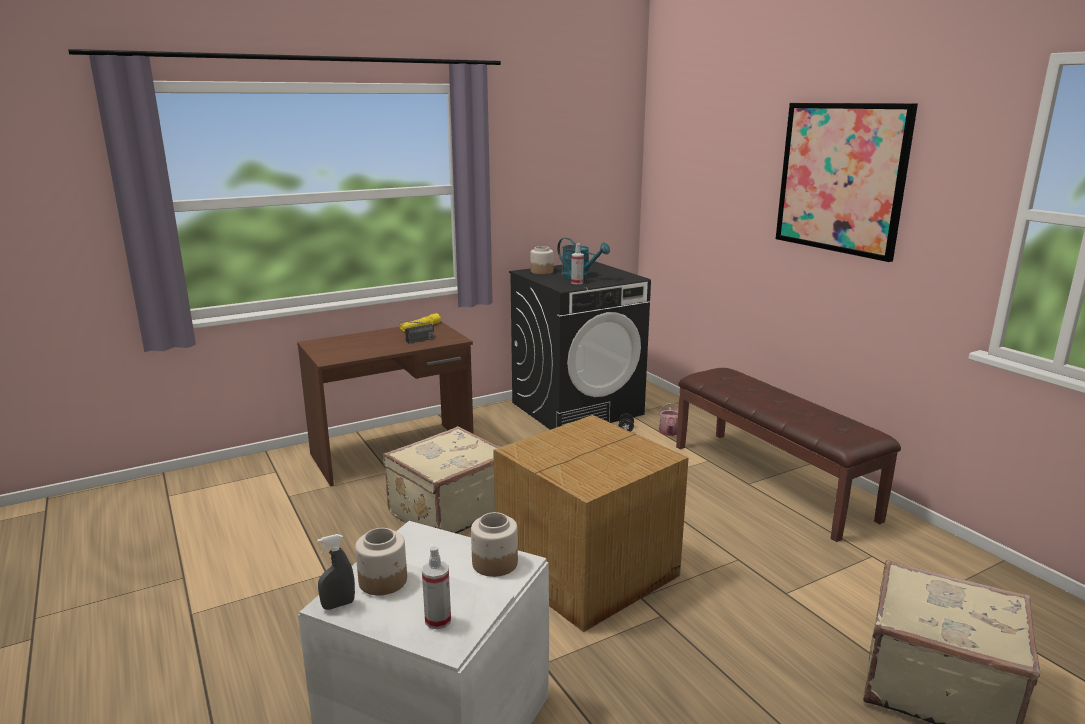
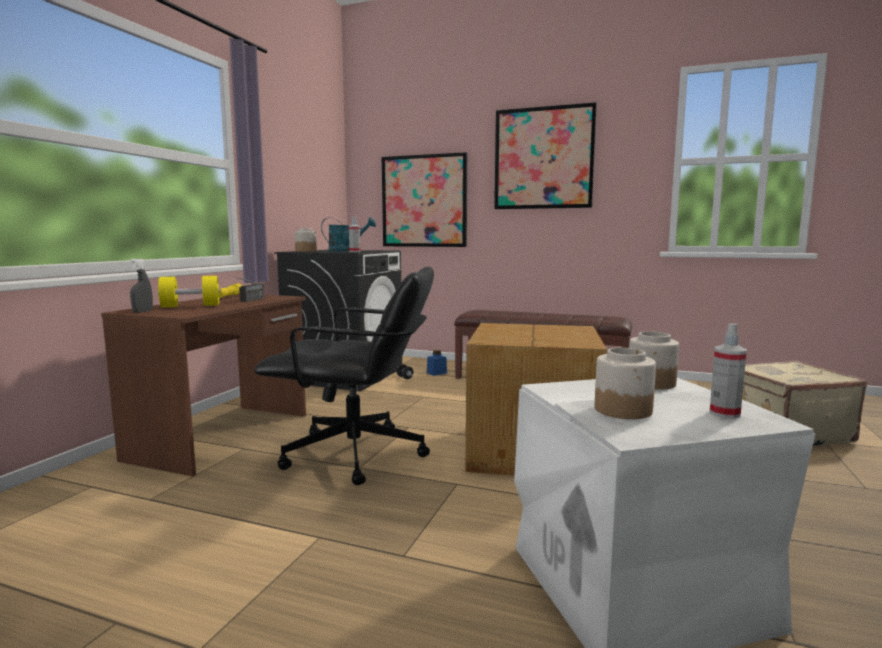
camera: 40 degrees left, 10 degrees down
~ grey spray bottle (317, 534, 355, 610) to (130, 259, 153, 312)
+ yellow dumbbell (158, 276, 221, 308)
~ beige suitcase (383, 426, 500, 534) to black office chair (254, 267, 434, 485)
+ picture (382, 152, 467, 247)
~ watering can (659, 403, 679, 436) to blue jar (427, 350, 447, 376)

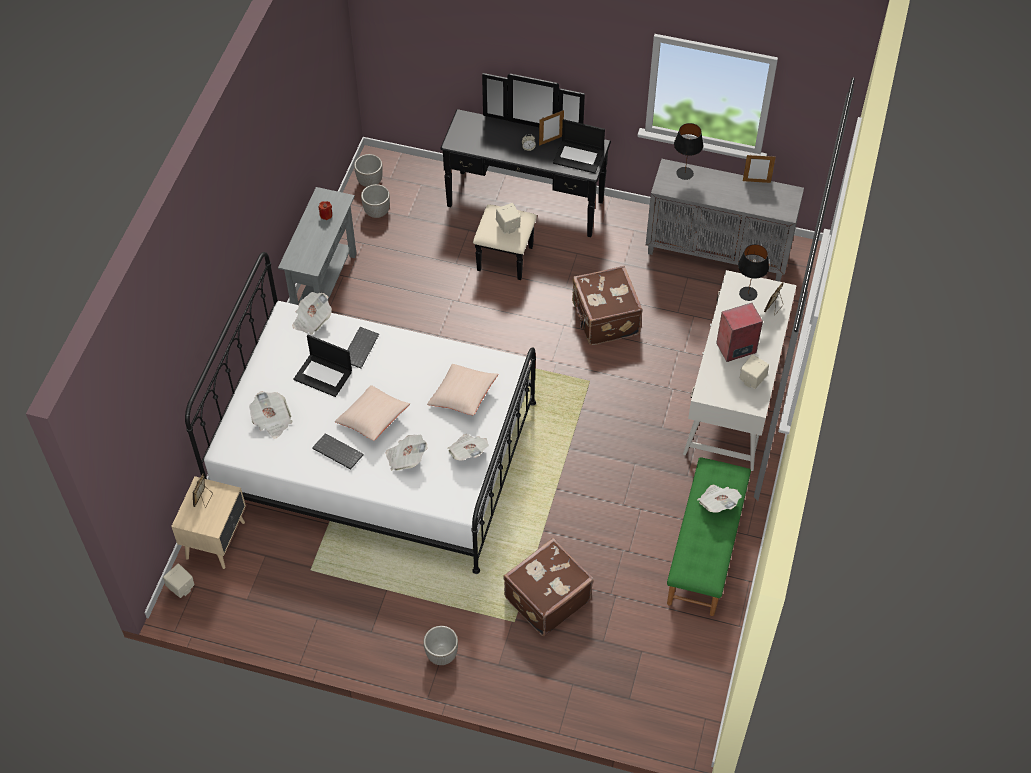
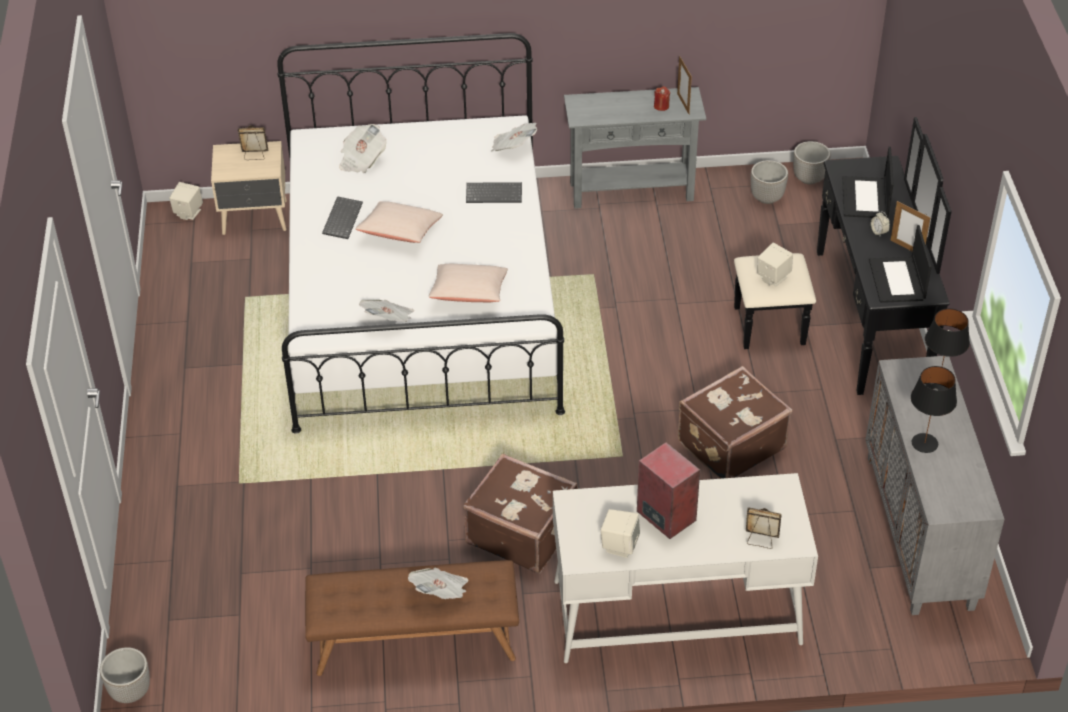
camera: 70 degrees right, 10 degrees down
~ planter (423, 626, 458, 665) to (100, 647, 150, 703)
~ green bench (667, 457, 751, 616) to brown bench (305, 560, 519, 676)
~ brown suitcase (504, 538, 594, 636) to (463, 453, 578, 573)
~ picture frame (743, 155, 776, 183) to (677, 56, 692, 114)
~ laptop (294, 335, 352, 397) to (842, 147, 894, 218)
~ black table lamp (738, 244, 769, 301) to (911, 366, 957, 453)
- newspaper (386, 434, 427, 471)

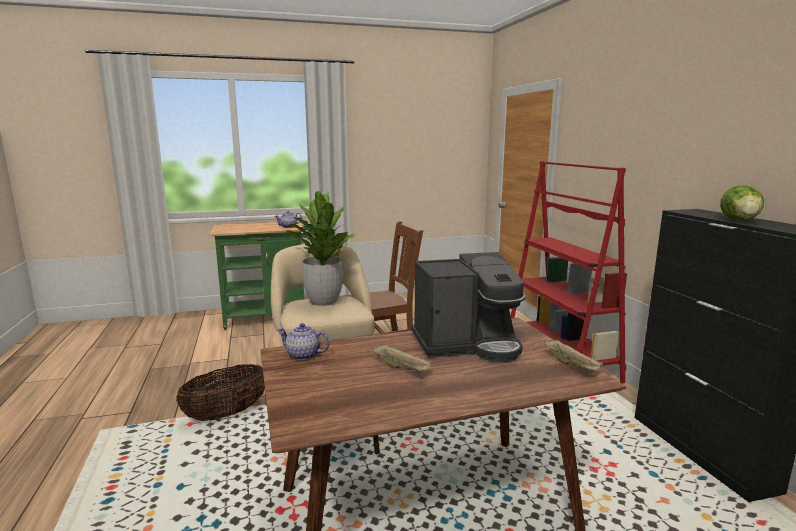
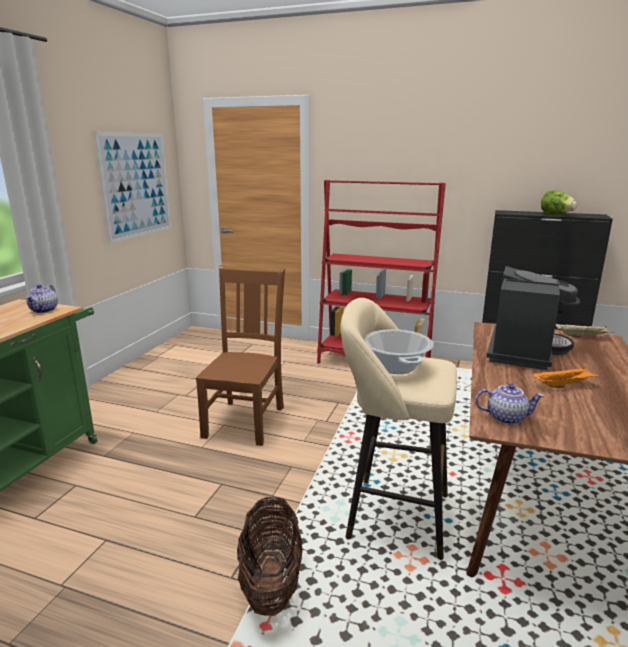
camera: 55 degrees left, 5 degrees up
+ picture (94, 132, 171, 244)
~ potted plant (286, 191, 355, 306) to cooking pot (364, 329, 434, 374)
~ teapot (277, 323, 330, 360) = (475, 384, 544, 424) 135 degrees counterclockwise
~ beige tray (372, 345, 432, 371) to orange tray (533, 366, 600, 388)

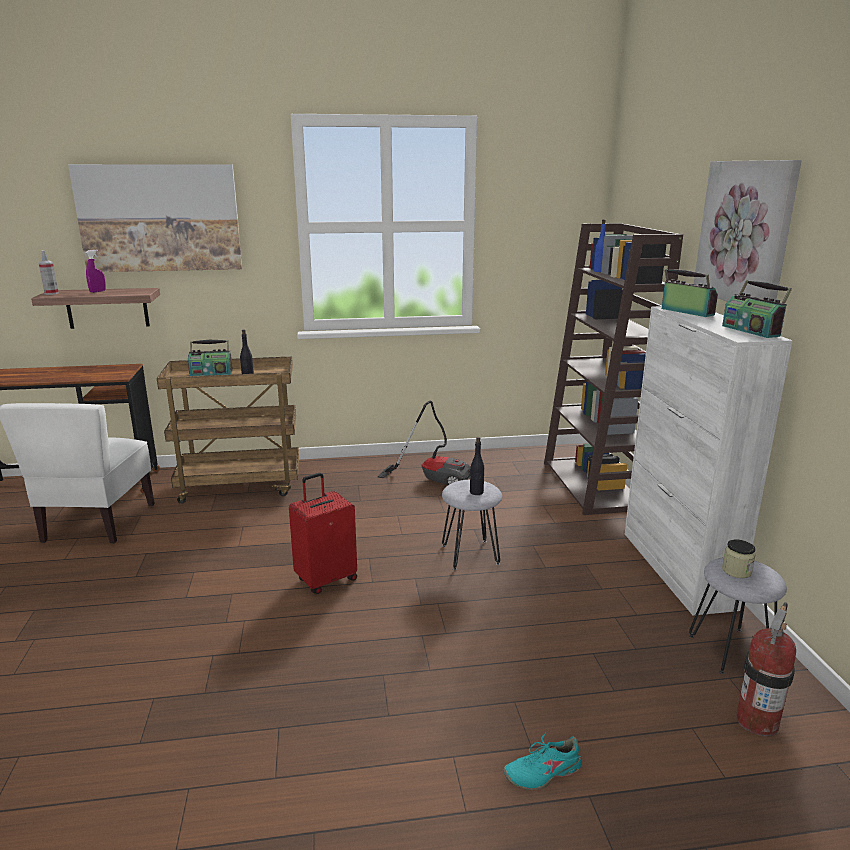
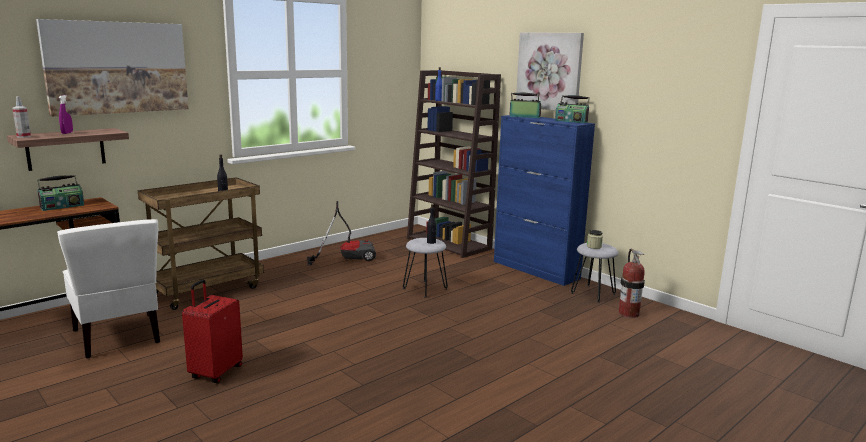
camera: 35 degrees left, 5 degrees down
~ radio (188, 340, 233, 376) to (37, 175, 84, 211)
~ red suitcase (289, 473, 357, 594) to (182, 279, 243, 383)
~ white cabinet (625, 306, 793, 616) to blue cabinet (494, 115, 595, 286)
- turquoise shoe (503, 733, 581, 790)

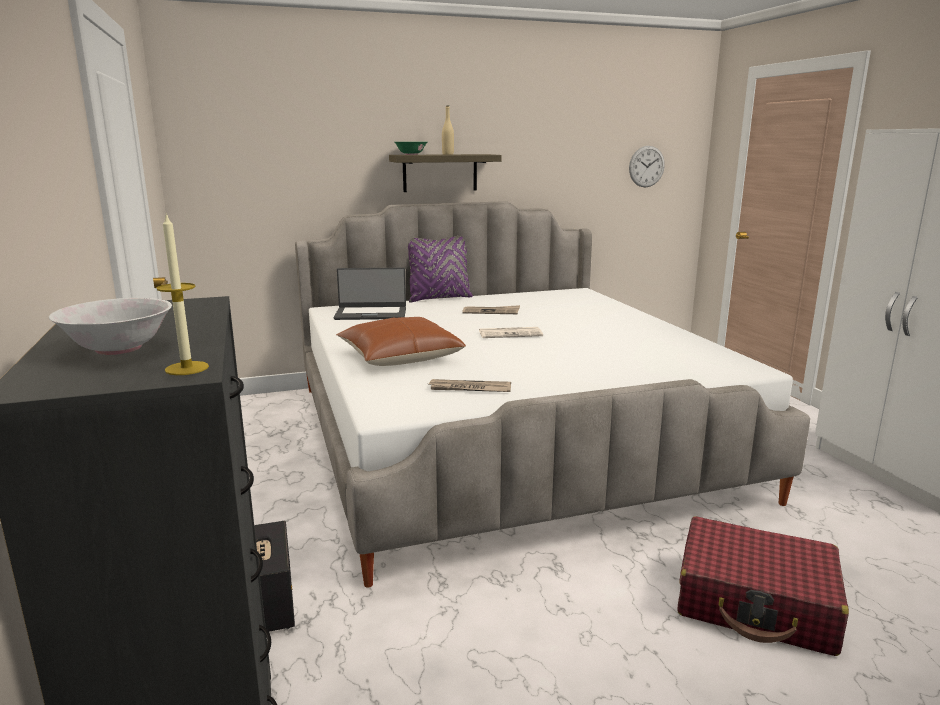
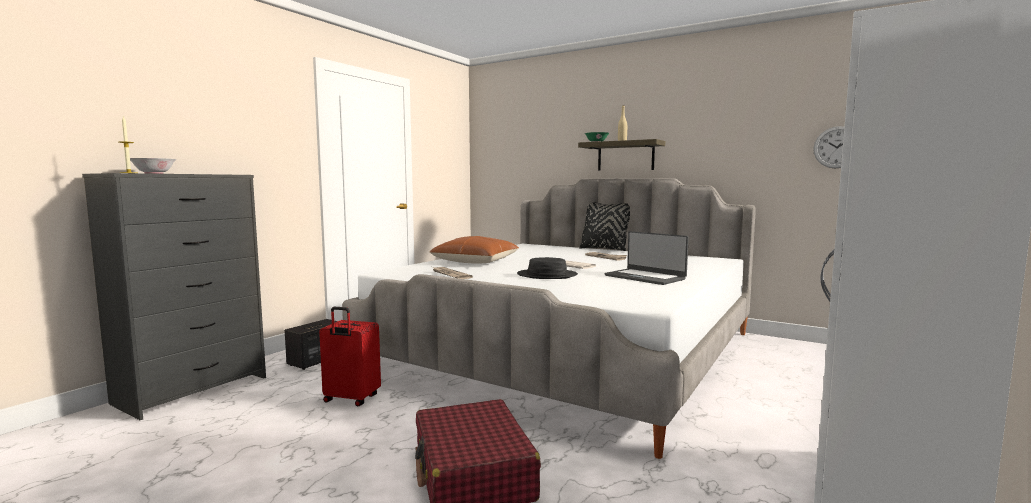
camera: 50 degrees right, 10 degrees down
+ red suitcase (319, 307, 381, 406)
+ black hat (517, 257, 578, 279)
~ purple pillow (408, 236, 473, 302) to black pillow (579, 202, 630, 251)
~ laptop (334, 268, 406, 320) to (605, 231, 689, 285)

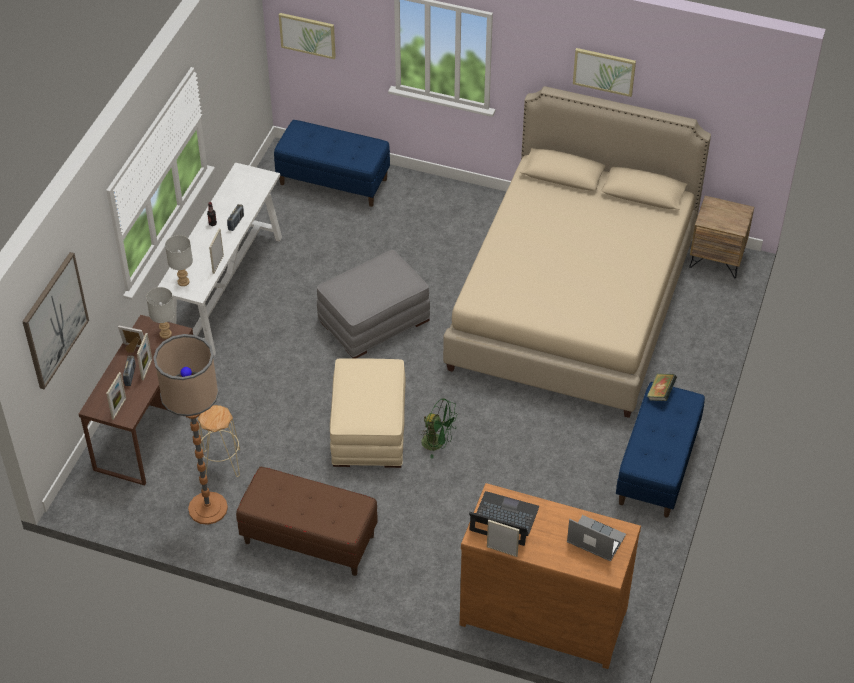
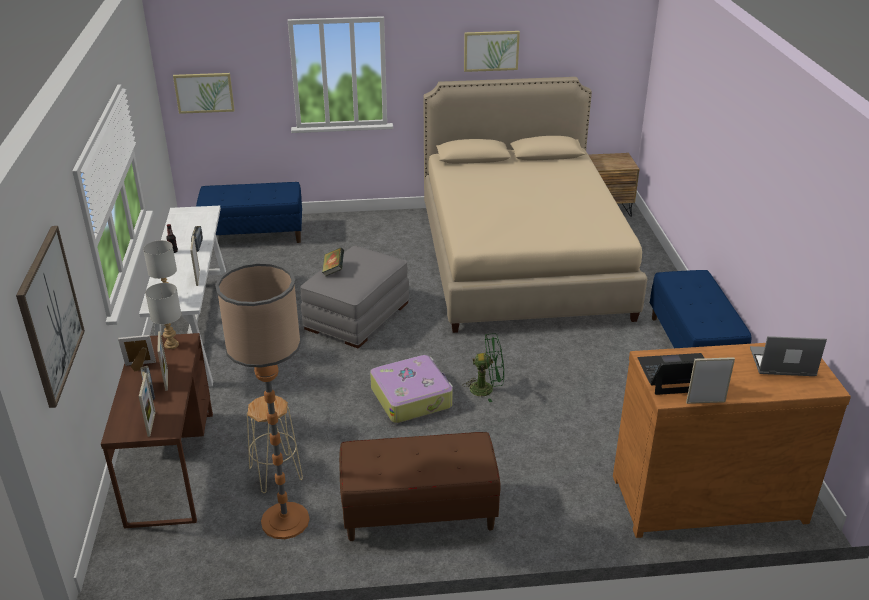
camera: 25 degrees left, 15 degrees down
~ book (647, 374, 677, 401) to (322, 248, 344, 277)
~ beige ottoman (330, 358, 406, 468) to suitcase (370, 355, 453, 423)

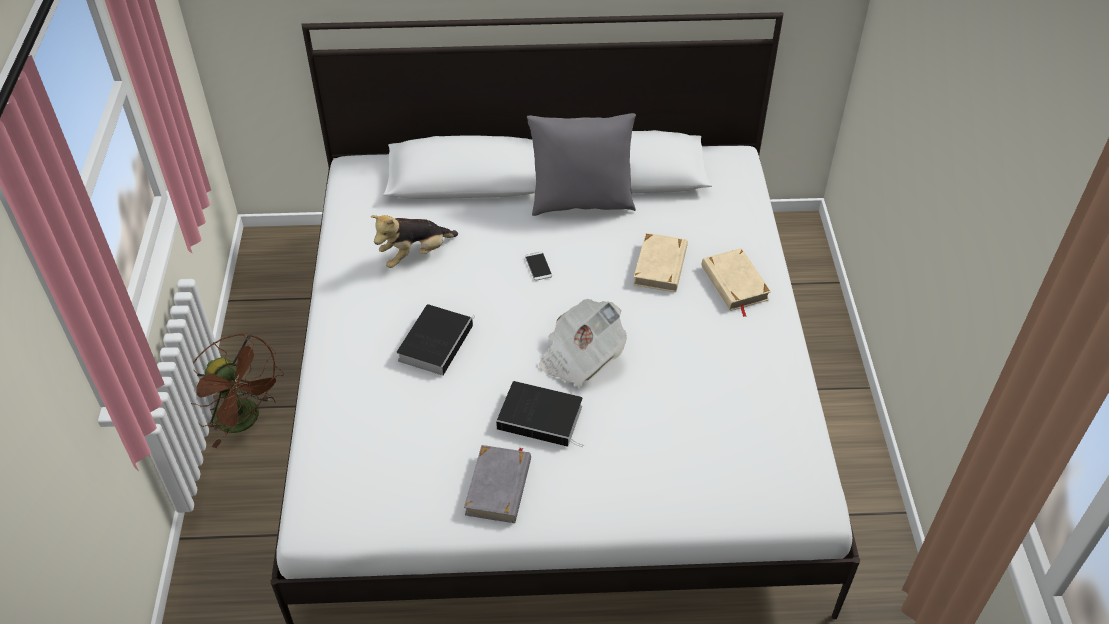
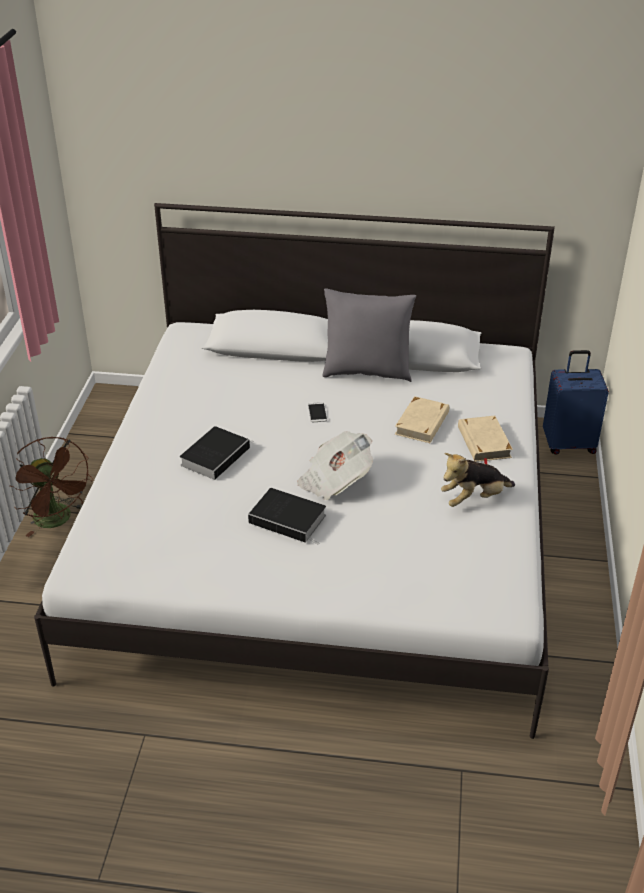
camera: 10 degrees right, 10 degrees down
~ plush toy (371, 215, 458, 268) to (441, 453, 515, 507)
+ blue suitcase (543, 350, 609, 455)
- grey book (464, 445, 531, 523)

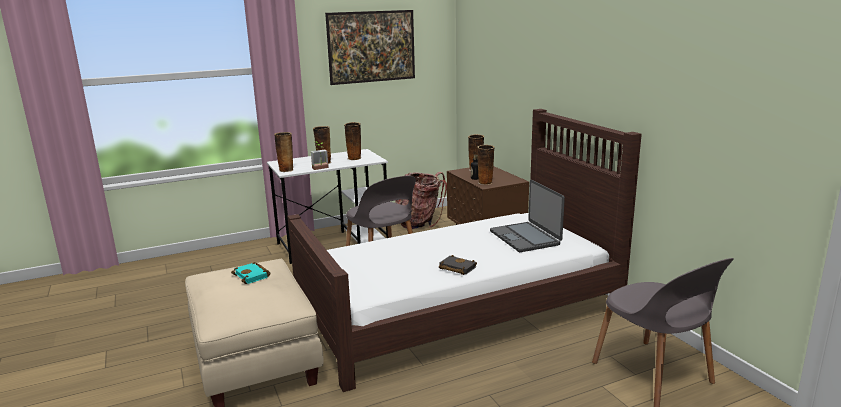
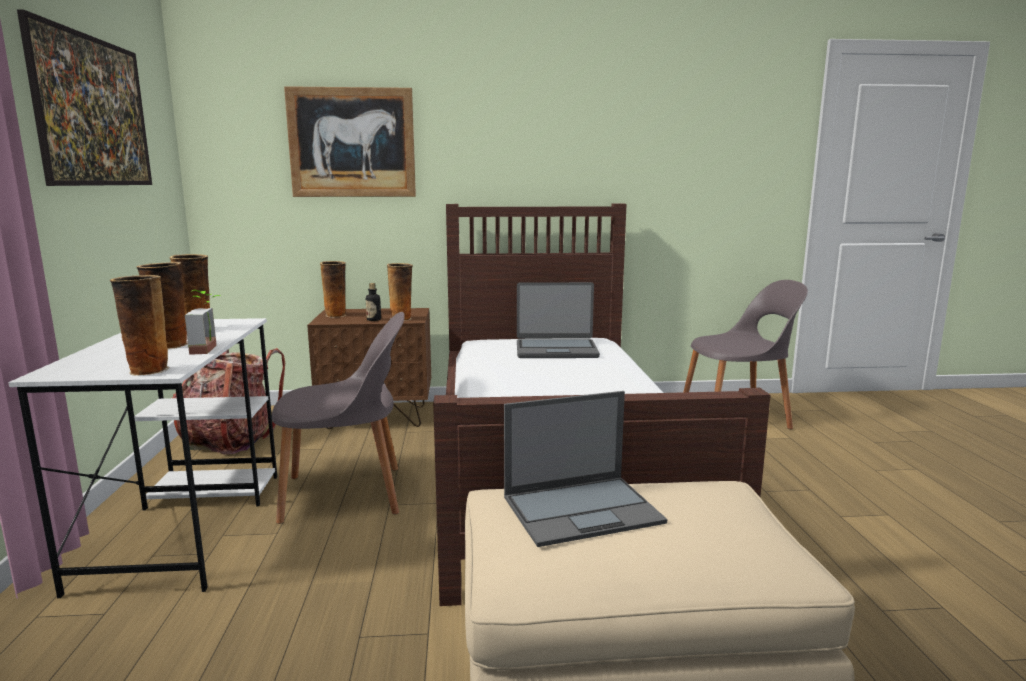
camera: 70 degrees left, 5 degrees down
+ picture (284, 86, 416, 197)
~ turquoise book (231, 262, 271, 284) to laptop (504, 391, 667, 547)
- black book (439, 255, 477, 275)

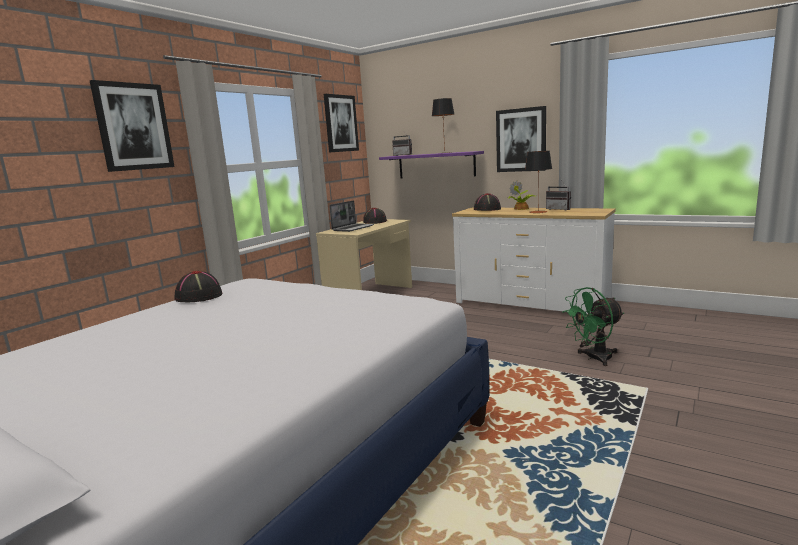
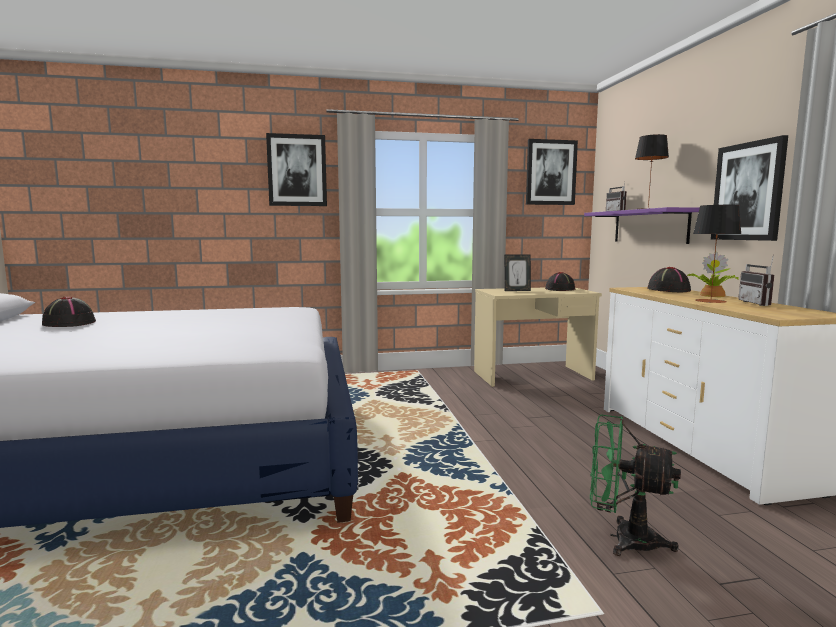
camera: 45 degrees right, 5 degrees down
~ black hat (174, 271, 222, 303) to (42, 297, 96, 327)
~ laptop (329, 200, 374, 232) to picture frame (504, 254, 531, 291)

